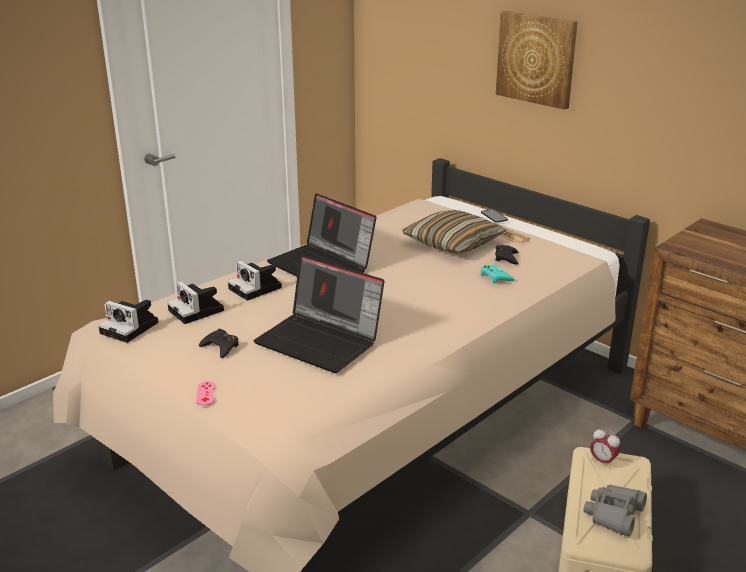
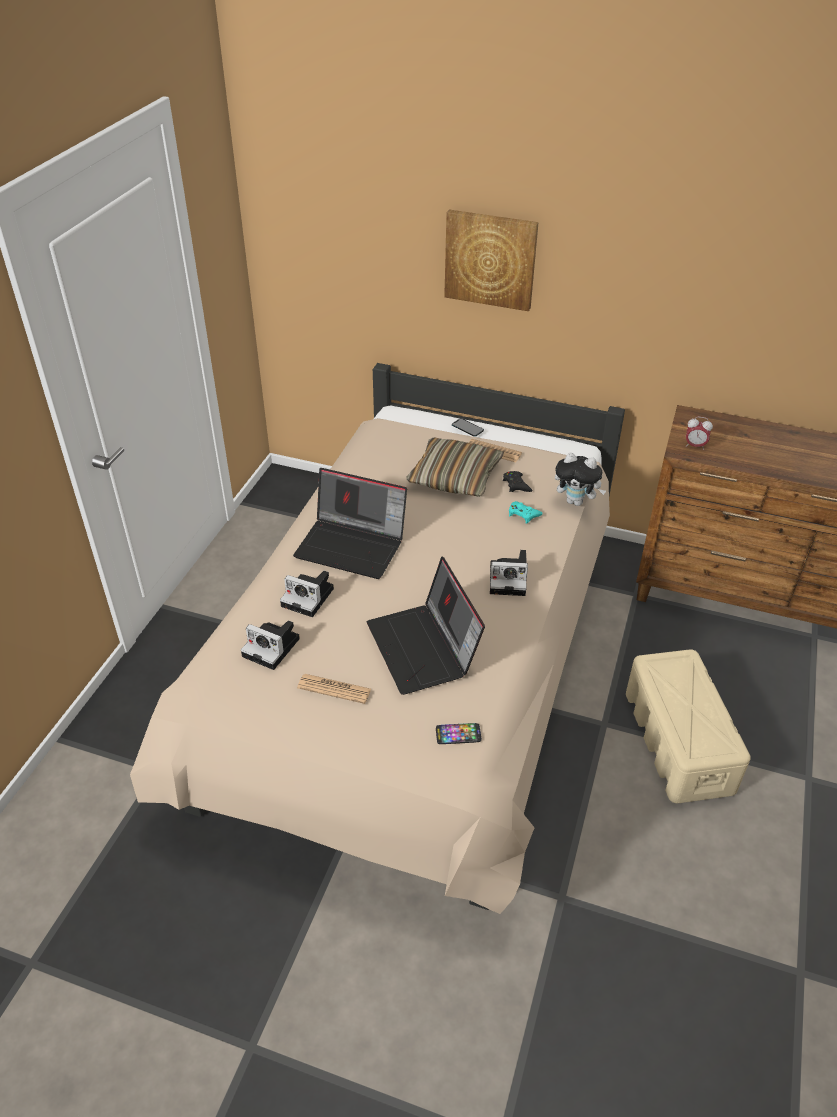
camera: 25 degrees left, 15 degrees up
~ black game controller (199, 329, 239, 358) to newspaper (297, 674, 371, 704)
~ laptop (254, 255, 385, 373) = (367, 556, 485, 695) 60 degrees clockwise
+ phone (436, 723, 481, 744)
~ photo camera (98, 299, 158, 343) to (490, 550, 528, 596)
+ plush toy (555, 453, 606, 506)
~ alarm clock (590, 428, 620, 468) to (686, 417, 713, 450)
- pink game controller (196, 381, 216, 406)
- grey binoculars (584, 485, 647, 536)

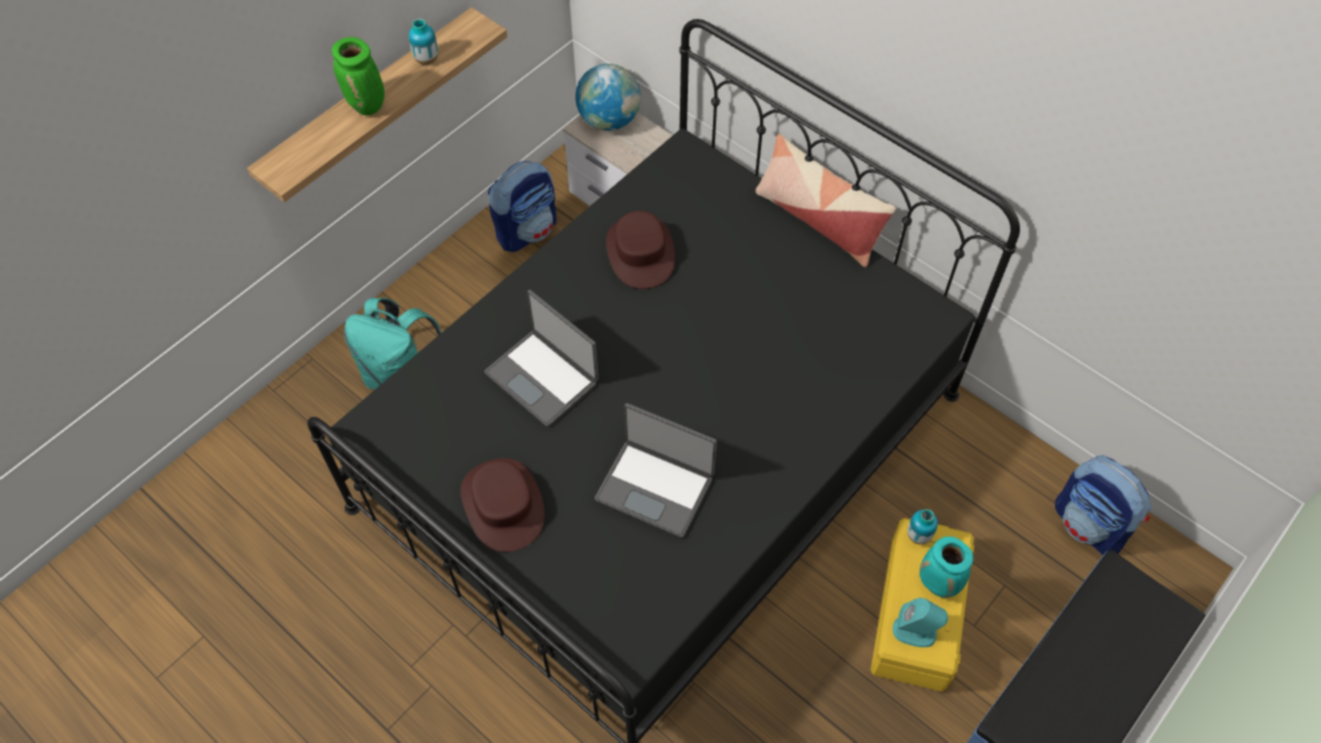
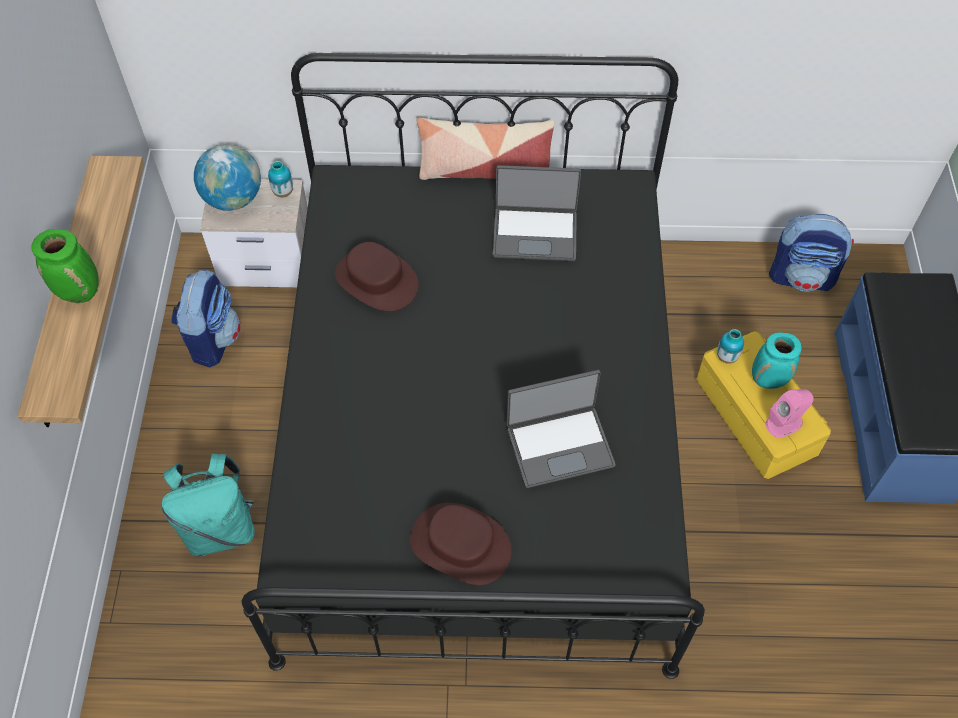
camera: 40 degrees left, 0 degrees up
~ vase (409, 19, 438, 65) to (268, 161, 293, 197)
~ laptop (484, 290, 599, 427) to (493, 165, 581, 261)
~ turquoise speaker (893, 598, 948, 647) to pink speaker (765, 389, 814, 437)

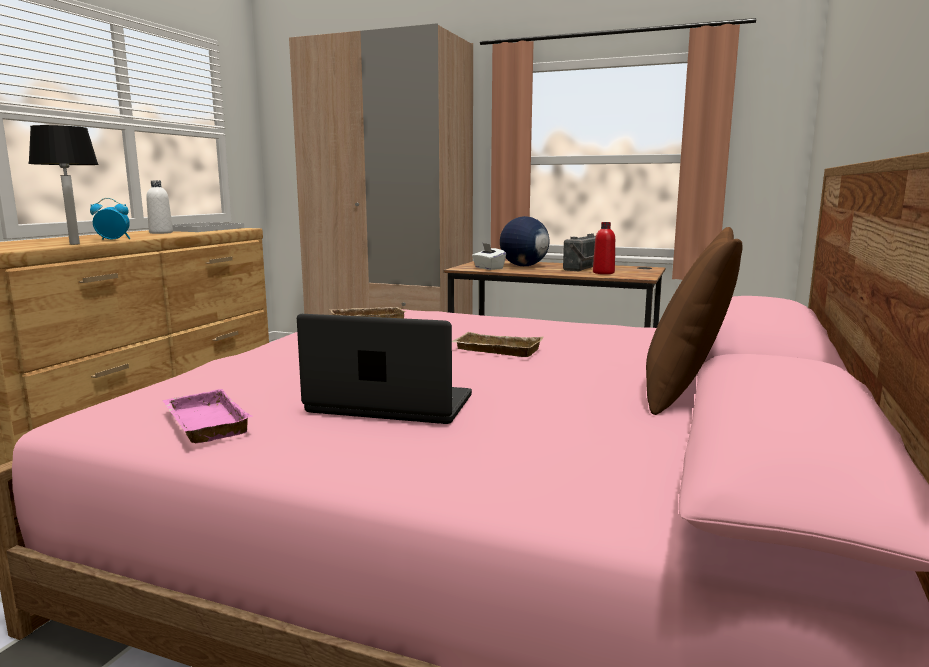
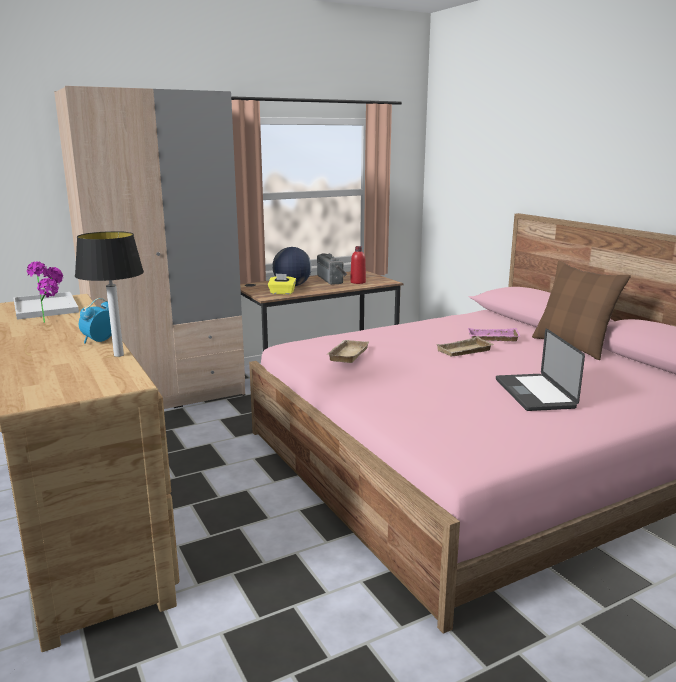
camera: 50 degrees left, 5 degrees up
~ white bottle (146, 180, 173, 234) to potted plant (27, 261, 63, 323)
~ white tissue box (472, 243, 506, 270) to yellow tissue box (268, 274, 296, 295)
~ pink tray (163, 389, 253, 443) to (468, 328, 520, 342)
~ laptop (297, 314, 472, 424) = (496, 328, 585, 411) 60 degrees counterclockwise

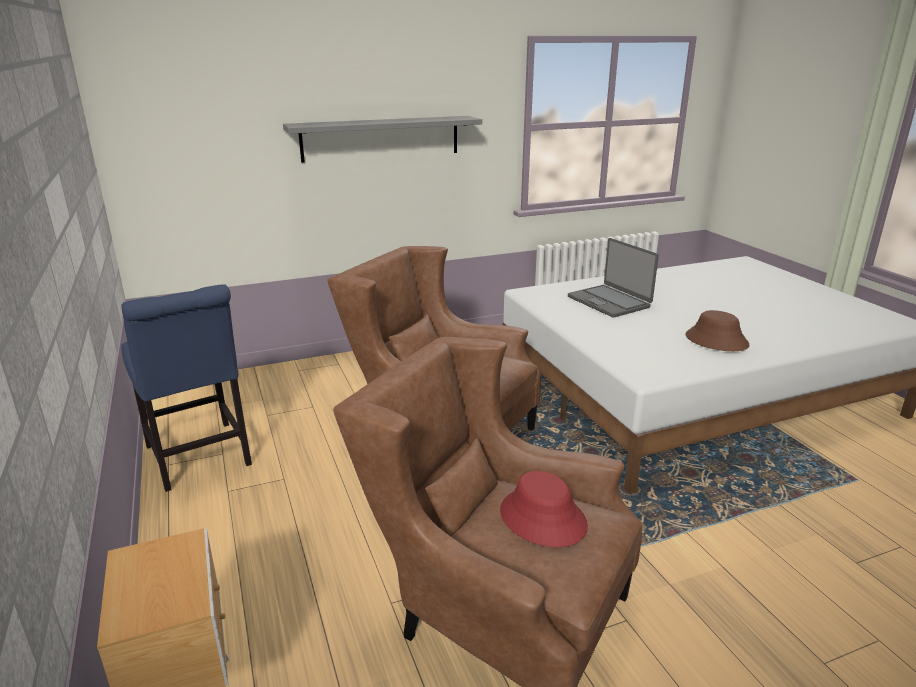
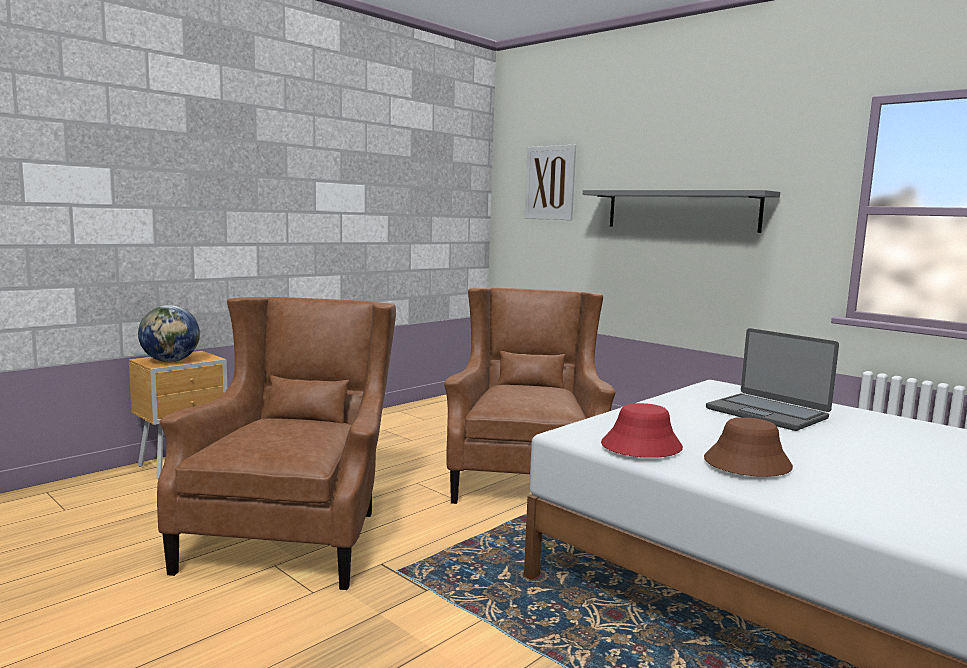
camera: 65 degrees right, 15 degrees down
+ globe (138, 305, 200, 362)
+ picture (524, 145, 576, 220)
~ red hat (500, 471, 588, 547) to (601, 403, 683, 458)
~ laptop (568, 238, 659, 318) = (706, 328, 839, 431) 75 degrees counterclockwise
- blue chair (121, 284, 252, 492)

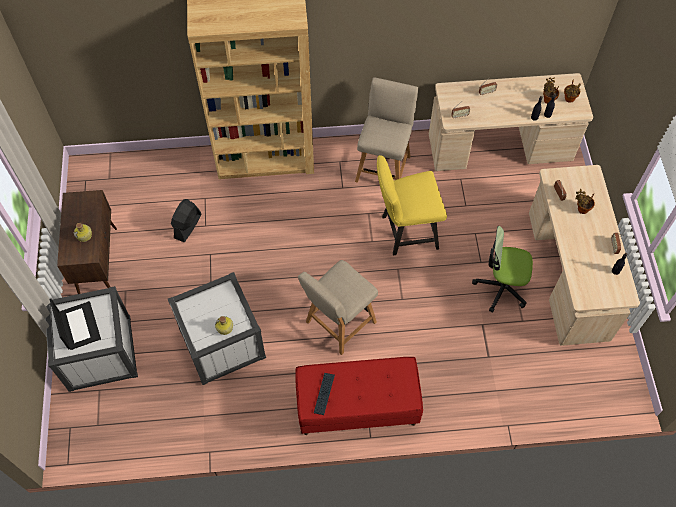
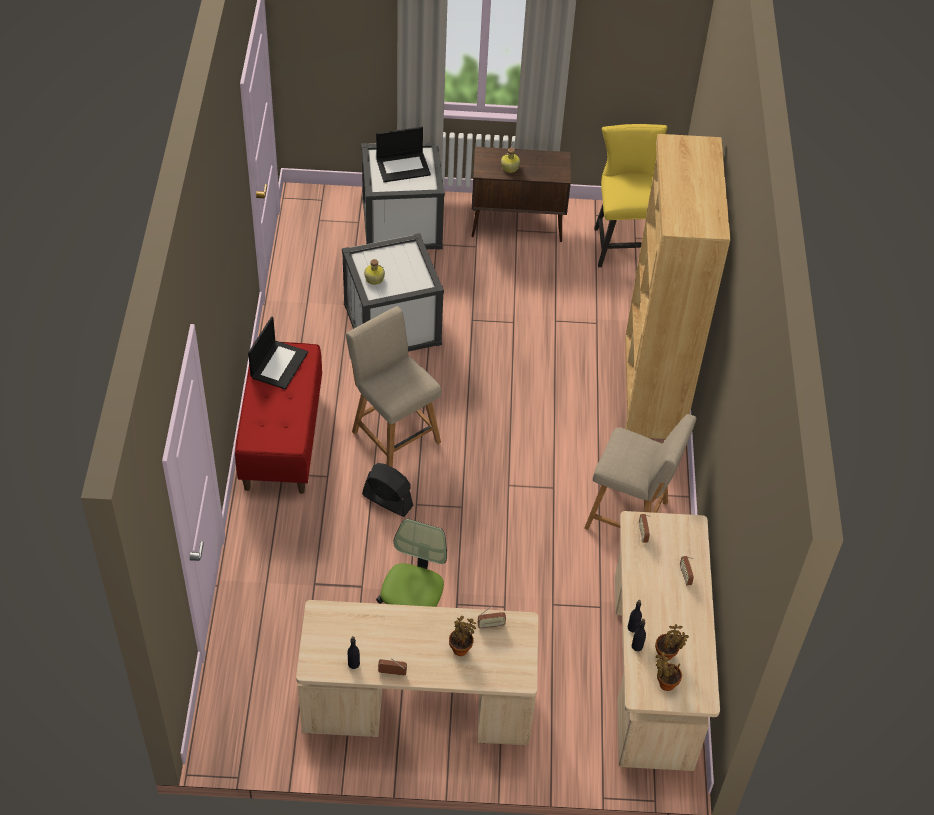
camera: 95 degrees right, 10 degrees down
~ keyboard (314, 373, 335, 415) to laptop (248, 316, 308, 390)
~ black fan (171, 199, 202, 242) to (362, 463, 413, 517)
~ yellow chair (377, 155, 447, 255) to (594, 124, 668, 267)

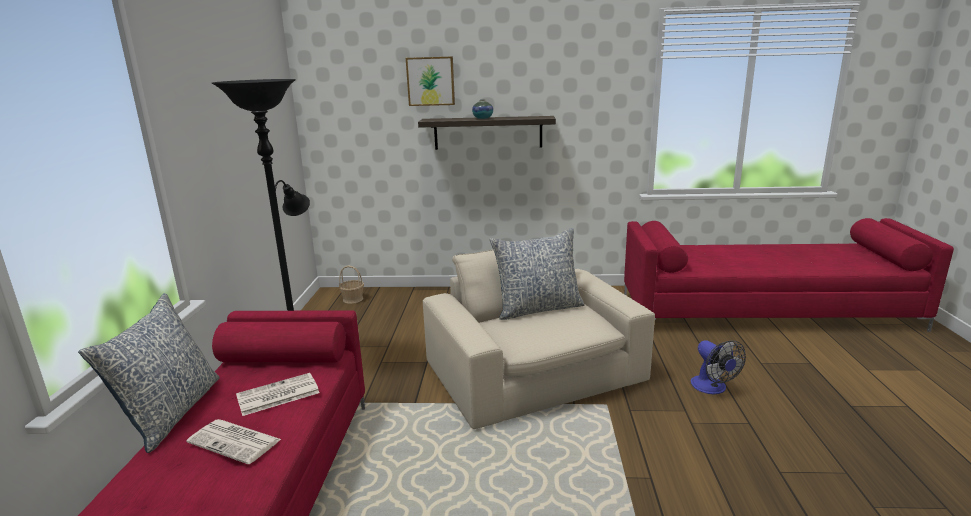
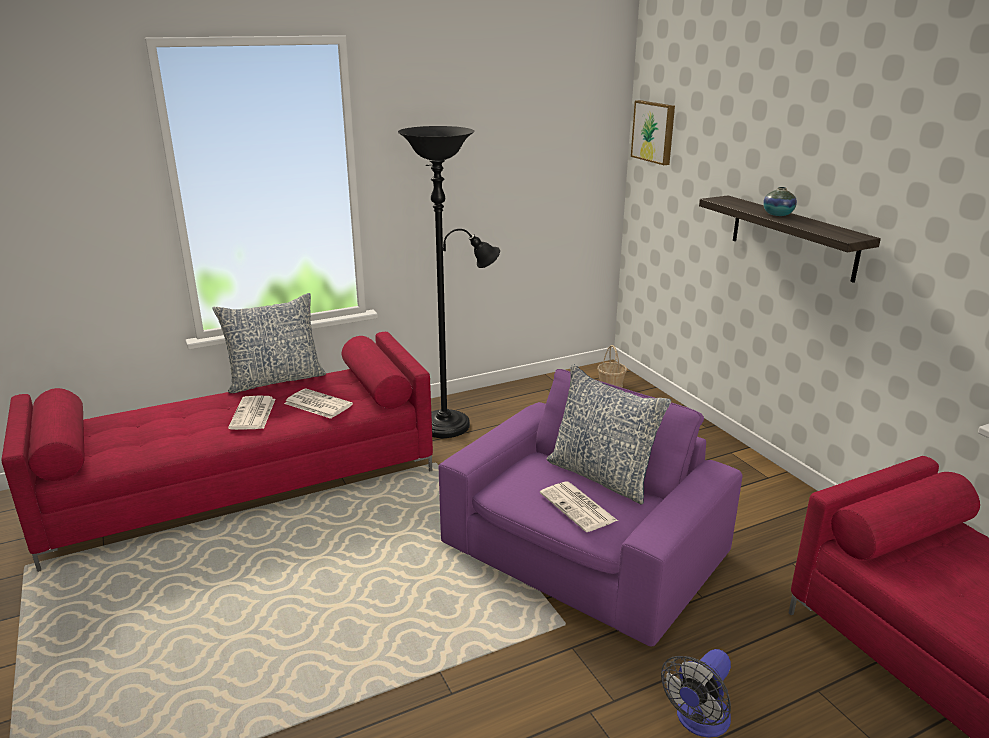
camera: 60 degrees right, 5 degrees up
~ beige armchair (423, 250, 655, 429) to purple armchair (439, 369, 743, 647)
+ newspaper (540, 482, 618, 532)
~ picture (406, 56, 455, 106) to (631, 100, 675, 165)

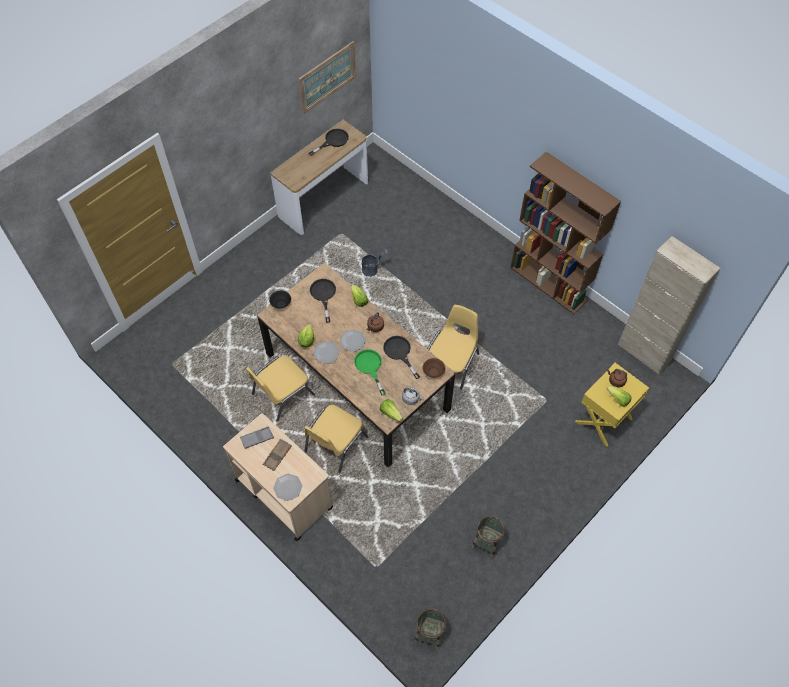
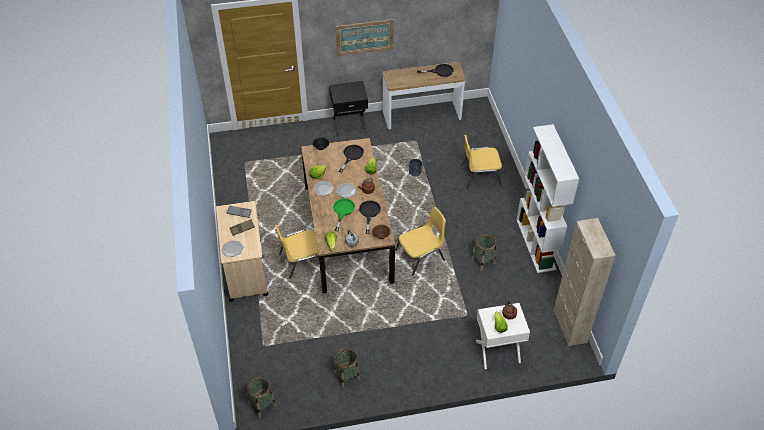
camera: 35 degrees right, 10 degrees down
+ black nightstand (329, 81, 368, 136)
~ picture (299, 41, 356, 114) to (336, 19, 394, 56)
~ yellow chair (246, 355, 315, 422) to (461, 135, 502, 188)
+ basket (471, 234, 496, 271)
~ yellow nightstand (575, 363, 649, 447) to white nightstand (476, 303, 530, 369)
~ brown bookcase (510, 152, 621, 314) to white bookcase (516, 124, 579, 273)

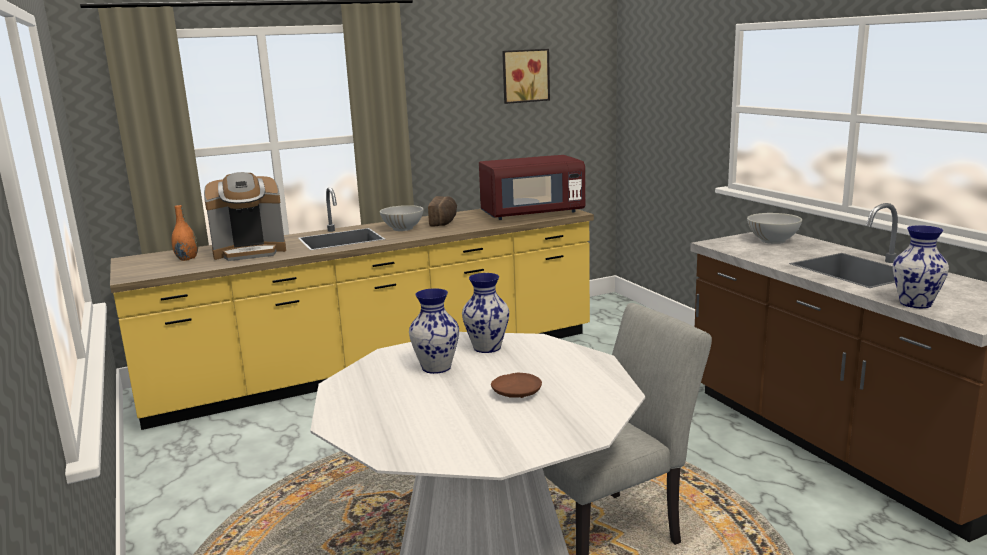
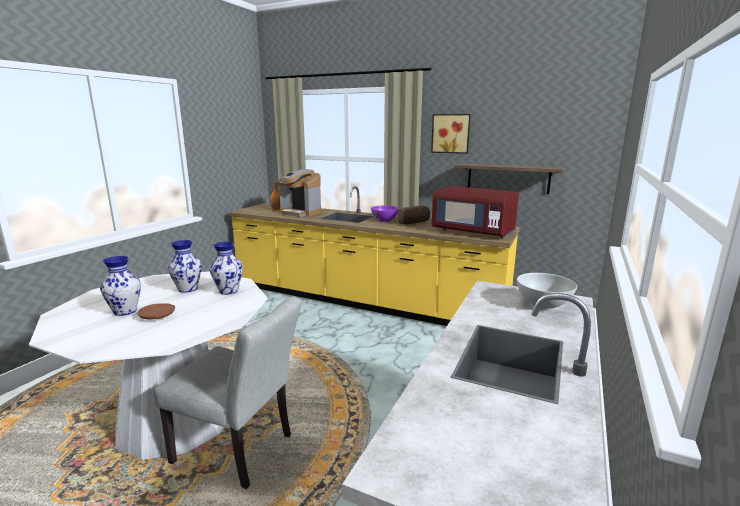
camera: 50 degrees right, 0 degrees up
~ vase (893, 225, 949, 308) to (100, 256, 141, 316)
~ white bowl (380, 205, 424, 231) to purple bowl (371, 205, 399, 222)
~ picture (502, 49, 550, 104) to (431, 114, 471, 154)
+ shelf (454, 163, 564, 194)

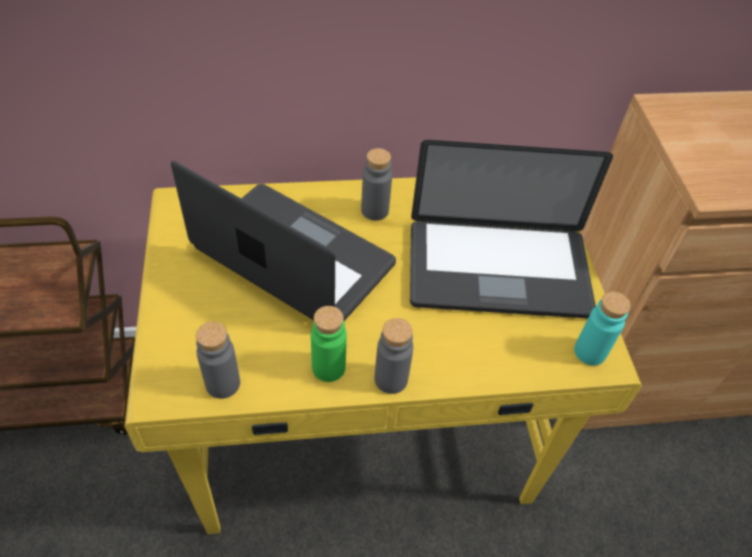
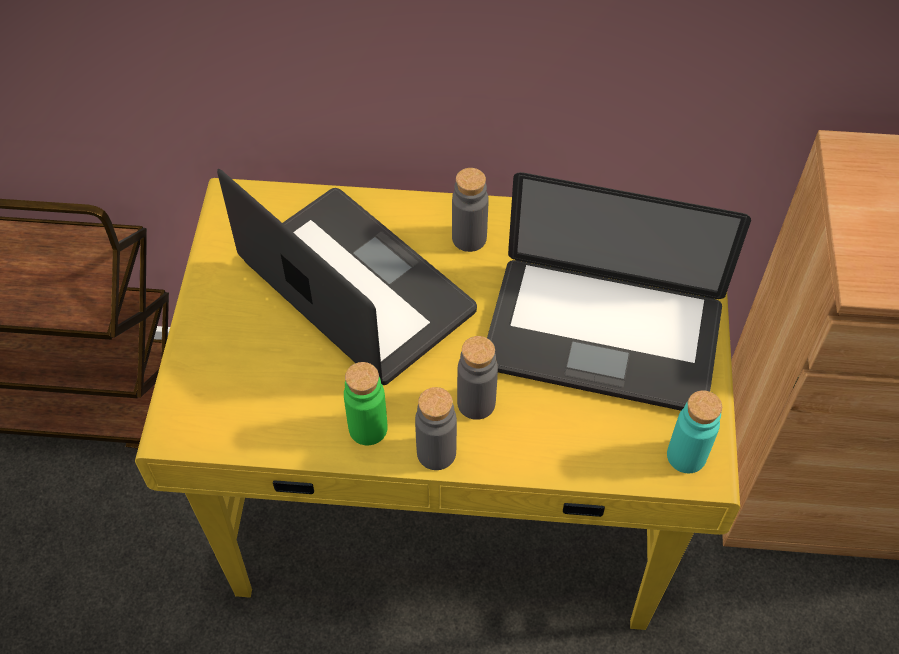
camera: 15 degrees right, 5 degrees up
~ grey bottle (196, 322, 240, 399) to (457, 336, 498, 420)

